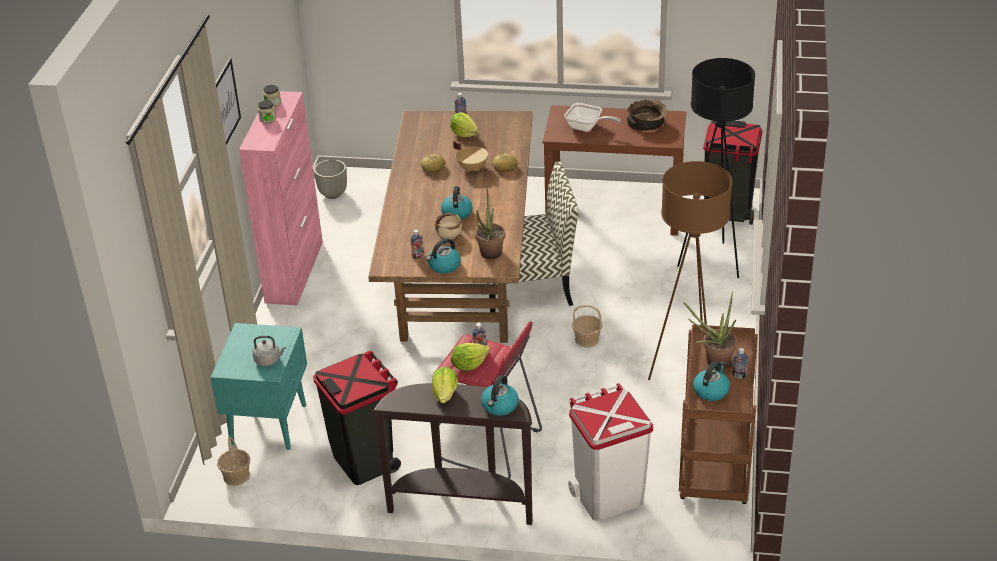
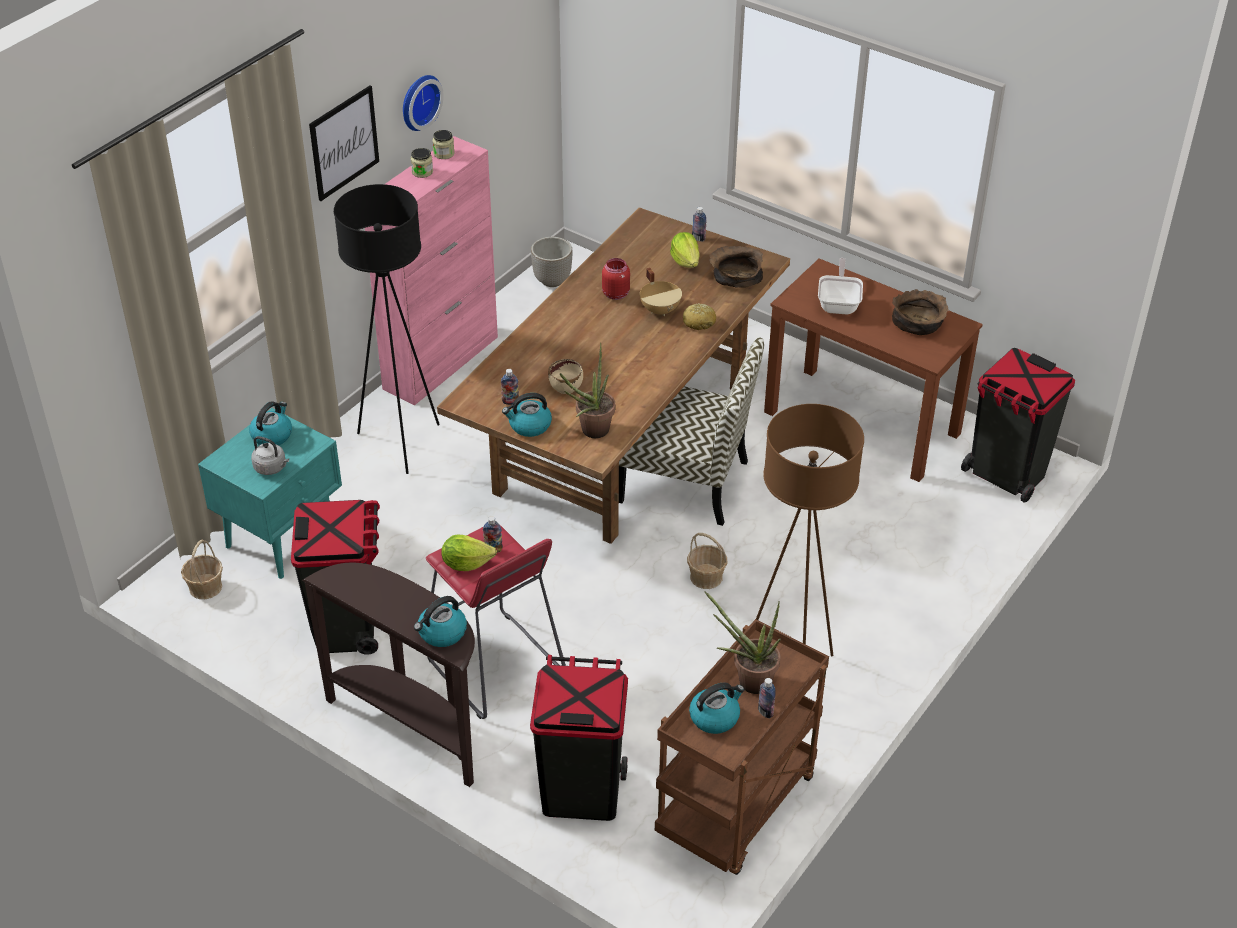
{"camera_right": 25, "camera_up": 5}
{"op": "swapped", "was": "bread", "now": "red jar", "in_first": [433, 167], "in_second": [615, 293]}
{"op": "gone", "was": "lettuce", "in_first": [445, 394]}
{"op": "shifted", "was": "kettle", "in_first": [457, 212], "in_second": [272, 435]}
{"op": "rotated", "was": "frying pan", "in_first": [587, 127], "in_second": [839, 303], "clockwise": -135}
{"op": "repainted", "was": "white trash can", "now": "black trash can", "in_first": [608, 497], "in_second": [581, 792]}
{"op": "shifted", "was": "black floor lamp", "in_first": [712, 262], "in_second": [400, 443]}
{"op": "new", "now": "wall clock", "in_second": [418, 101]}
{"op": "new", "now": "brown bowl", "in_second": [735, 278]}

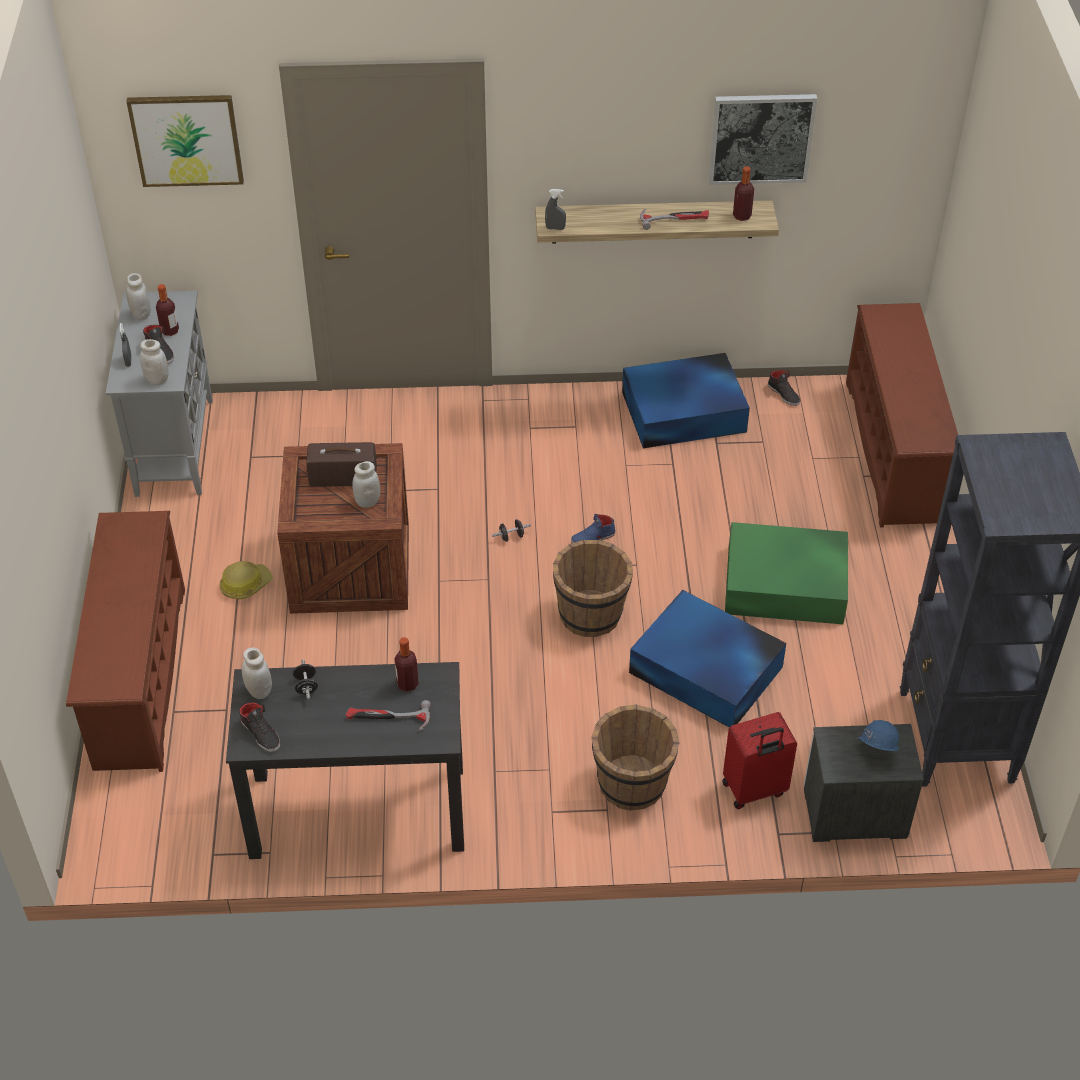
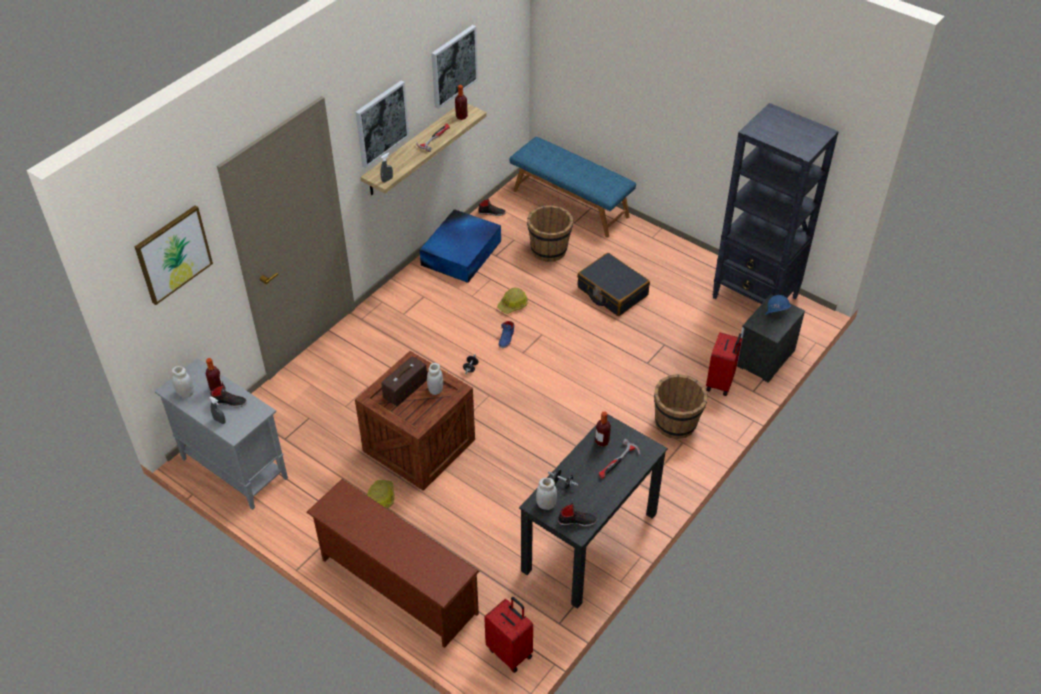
{"camera_right": -50, "camera_up": 0}
{"op": "gone", "was": "white jar", "in_first": [157, 380]}
{"op": "shifted", "was": "brown bucket", "in_first": [591, 614], "in_second": [549, 250]}
{"op": "gone", "was": "blue storage box", "in_first": [707, 671]}
{"op": "swapped", "was": "green storage box", "now": "black suitcase", "in_first": [786, 585], "in_second": [612, 292]}
{"op": "swapped", "was": "brown shoe rack", "now": "blue bench", "in_first": [894, 452], "in_second": [571, 203]}
{"op": "new", "now": "picture", "in_second": [381, 123]}
{"op": "new", "now": "red suitcase", "in_second": [510, 652]}
{"op": "new", "now": "hard hat", "in_second": [513, 305]}

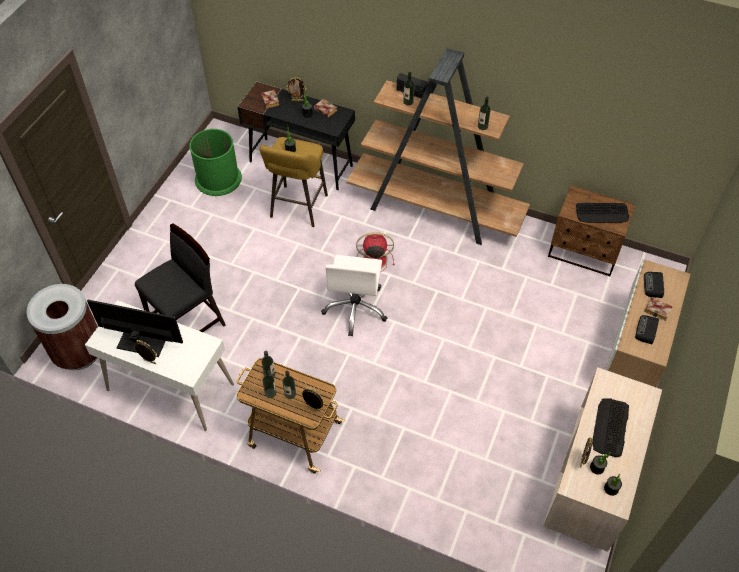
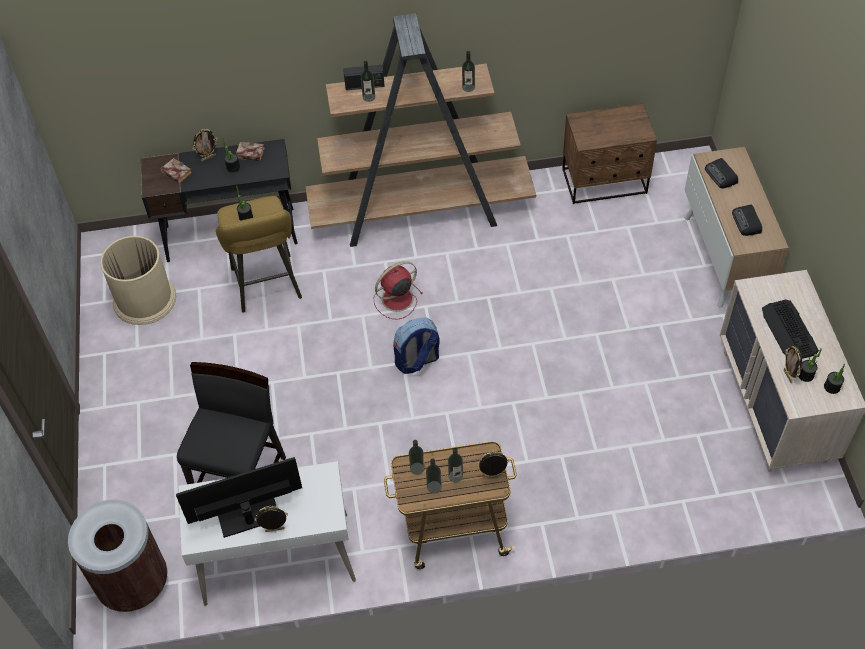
{"camera_right": -30, "camera_up": 0}
{"op": "repainted", "was": "green trash can", "now": "beige trash can", "in_first": [218, 178], "in_second": [144, 299]}
{"op": "swapped", "was": "white office chair", "now": "backpack", "in_first": [355, 308], "in_second": [417, 361]}
{"op": "gone", "was": "keyboard", "in_first": [602, 213]}
{"op": "gone", "was": "book", "in_first": [658, 310]}

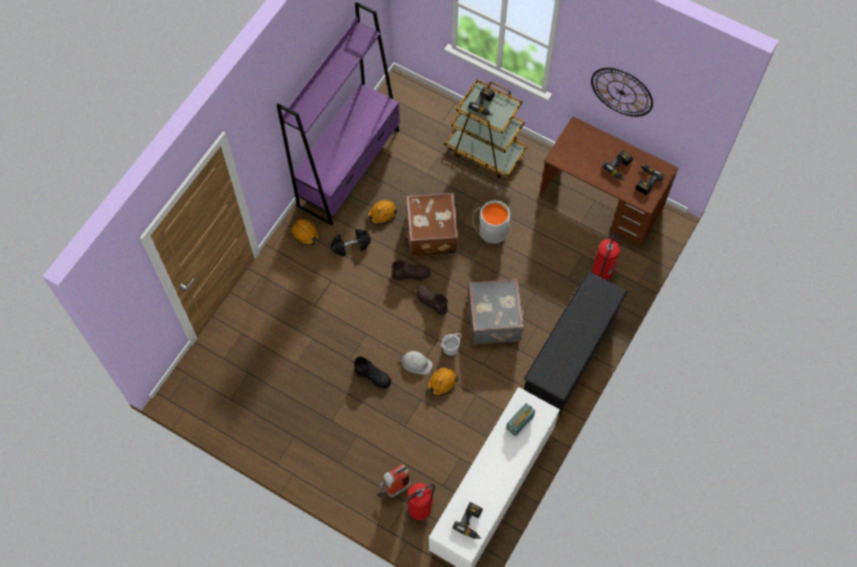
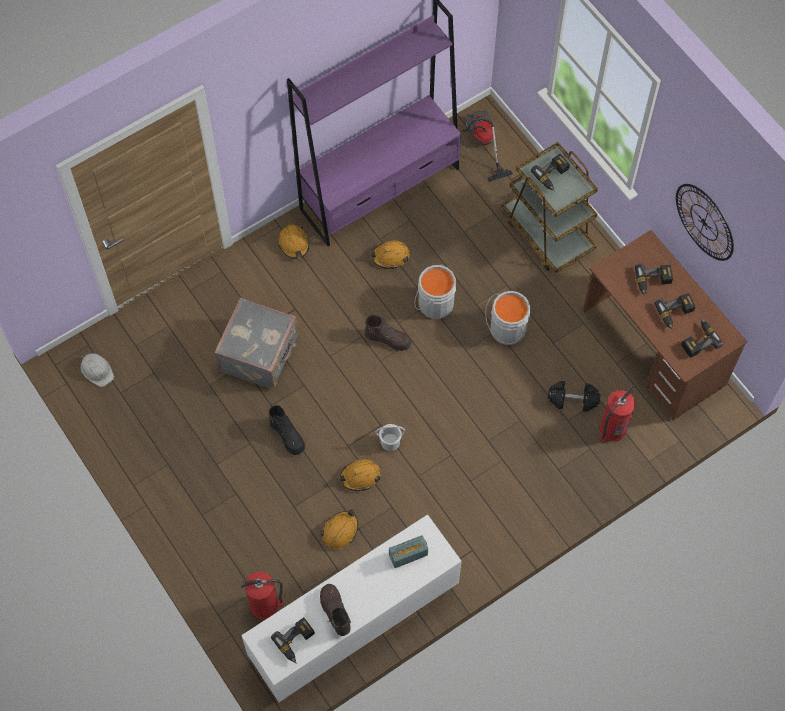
{"camera_right": 25, "camera_up": 0}
{"op": "shifted", "was": "black dumbbell", "in_first": [351, 246], "in_second": [572, 400]}
{"op": "gone", "was": "fire extinguisher", "in_first": [393, 490]}
{"op": "shifted", "was": "white hard hat", "in_first": [416, 363], "in_second": [97, 370]}
{"op": "swapped", "was": "brown suitcase", "now": "grey bucket", "in_first": [430, 234], "in_second": [434, 302]}
{"op": "shifted", "was": "brown boot", "in_first": [431, 302], "in_second": [335, 611]}
{"op": "shifted", "was": "grey suitcase", "in_first": [495, 319], "in_second": [260, 354]}
{"op": "gone", "was": "black shoe rack", "in_first": [570, 357]}
{"op": "new", "now": "orange hard hat", "in_second": [340, 531]}
{"op": "new", "now": "vacuum cleaner", "in_second": [482, 143]}
{"op": "new", "now": "power drill", "in_second": [653, 282]}

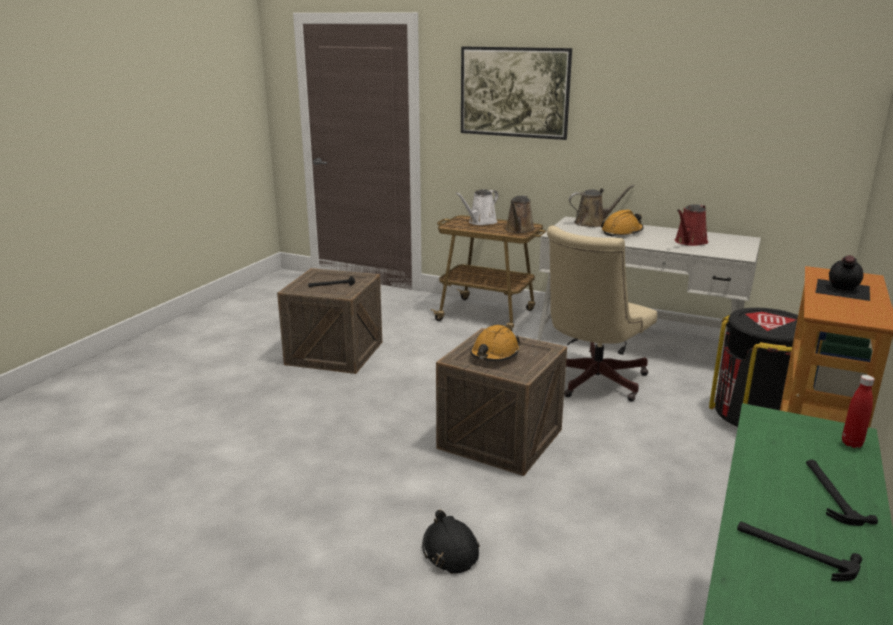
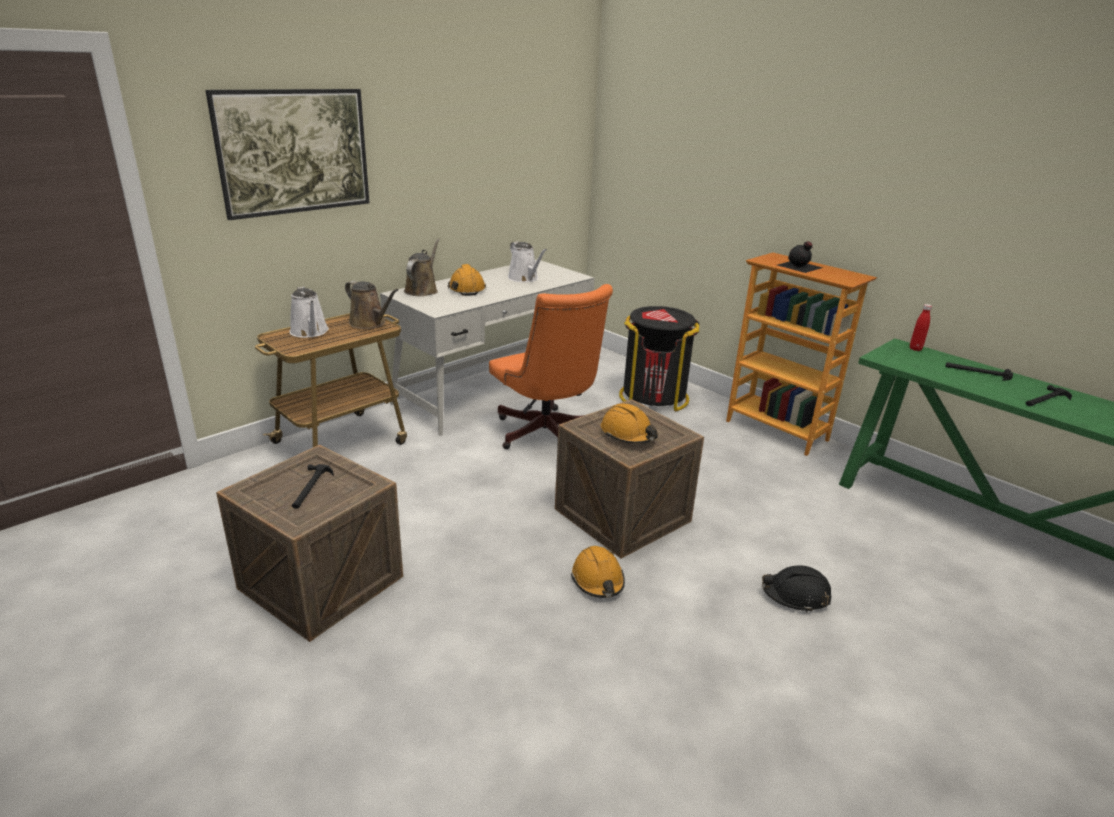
{"camera_right": -70, "camera_up": 5}
{"op": "repainted", "was": "beige office chair", "now": "orange office chair", "in_first": [591, 381], "in_second": [547, 436]}
{"op": "repainted", "was": "red watering can", "now": "white watering can", "in_first": [689, 242], "in_second": [524, 278]}
{"op": "new", "now": "orange hard hat", "in_second": [598, 580]}

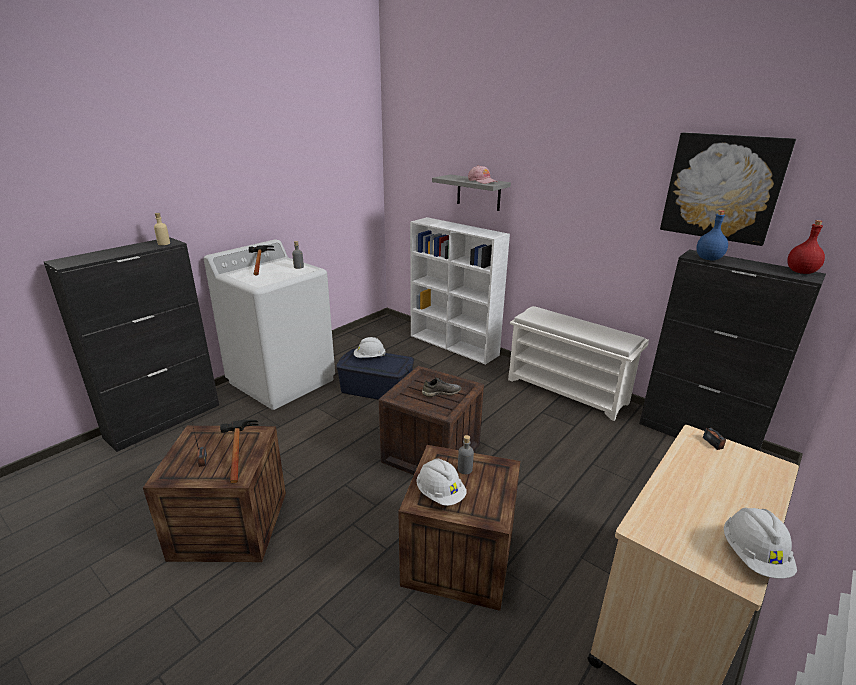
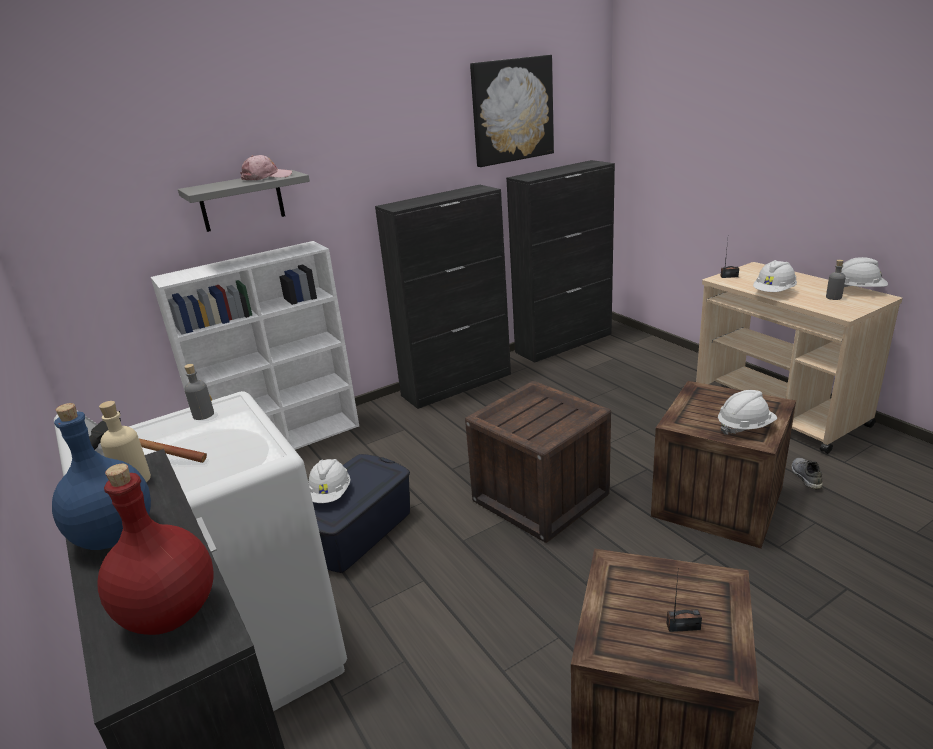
{"camera_right": -70, "camera_up": 0}
{"op": "gone", "was": "hammer", "in_first": [238, 453]}
{"op": "shifted", "was": "grey shoe", "in_first": [441, 393], "in_second": [805, 477]}
{"op": "shifted", "was": "grey bottle", "in_first": [465, 469], "in_second": [833, 297]}
{"op": "swapped", "was": "white shoe rack", "now": "black cabinet", "in_first": [568, 391], "in_second": [457, 384]}
{"op": "shifted", "was": "blue bottle", "in_first": [708, 259], "in_second": [115, 536]}
{"op": "shifted", "was": "red bottle", "in_first": [801, 272], "in_second": [169, 612]}
{"op": "new", "now": "white hard hat", "in_second": [774, 292]}

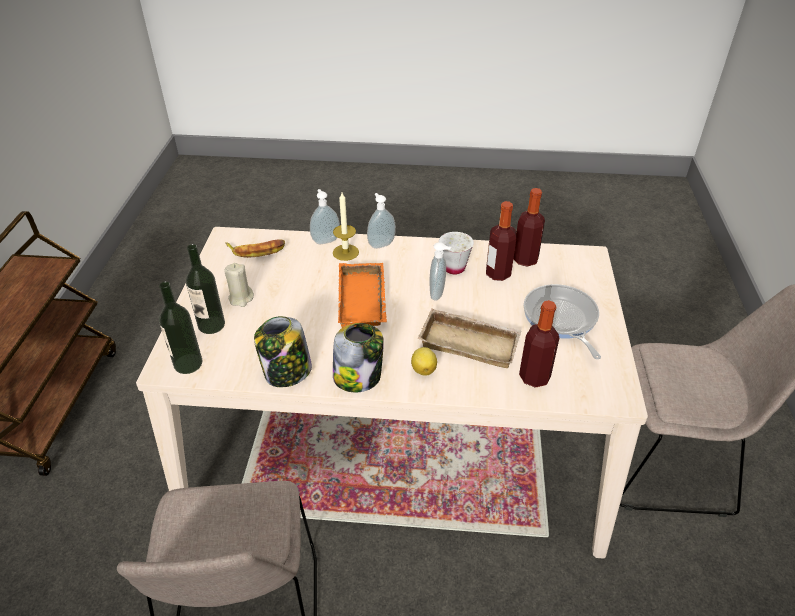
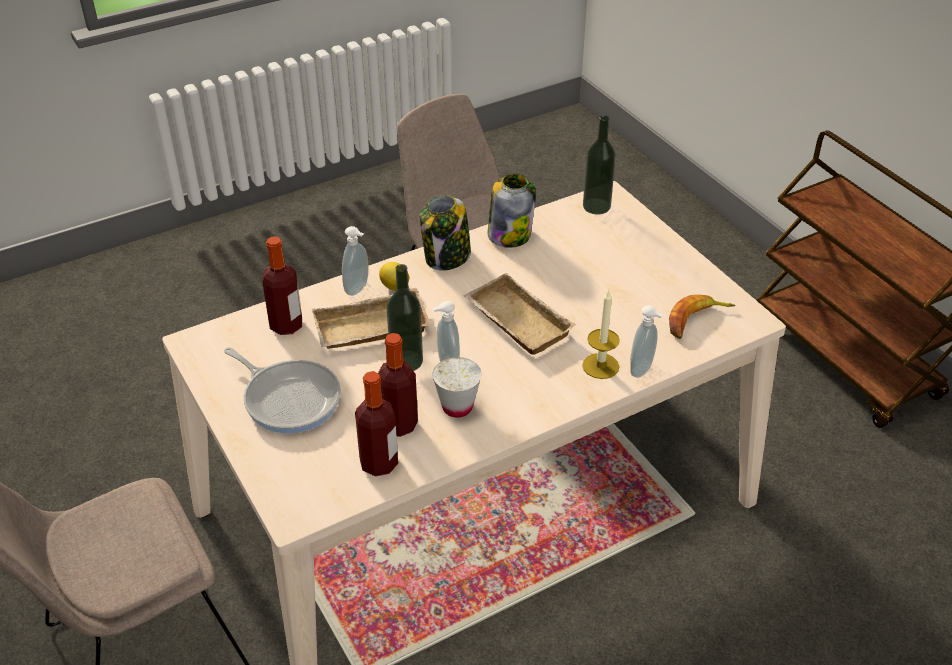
{"camera_right": 145, "camera_up": 0}
{"op": "shifted", "was": "bottle", "in_first": [211, 325], "in_second": [406, 361]}
{"op": "gone", "was": "beige candle", "in_first": [241, 298]}
{"op": "repainted", "was": "orange tray", "now": "beige tray", "in_first": [364, 301], "in_second": [515, 321]}
{"op": "shifted", "was": "soap dispenser", "in_first": [380, 244], "in_second": [358, 289]}

